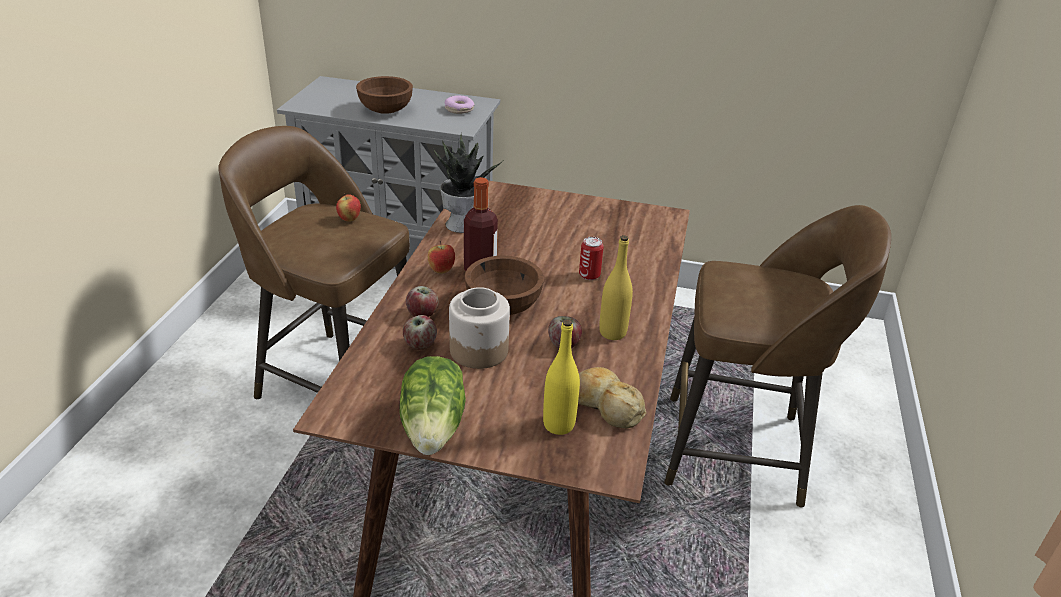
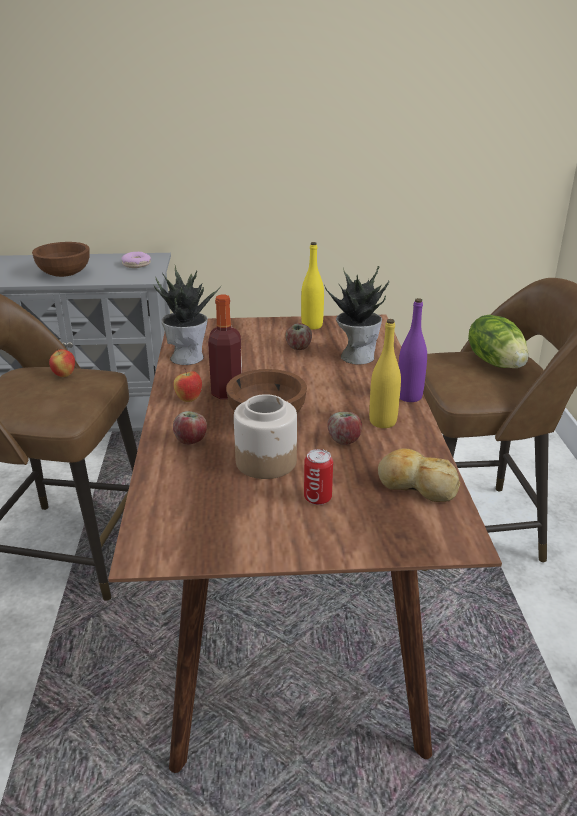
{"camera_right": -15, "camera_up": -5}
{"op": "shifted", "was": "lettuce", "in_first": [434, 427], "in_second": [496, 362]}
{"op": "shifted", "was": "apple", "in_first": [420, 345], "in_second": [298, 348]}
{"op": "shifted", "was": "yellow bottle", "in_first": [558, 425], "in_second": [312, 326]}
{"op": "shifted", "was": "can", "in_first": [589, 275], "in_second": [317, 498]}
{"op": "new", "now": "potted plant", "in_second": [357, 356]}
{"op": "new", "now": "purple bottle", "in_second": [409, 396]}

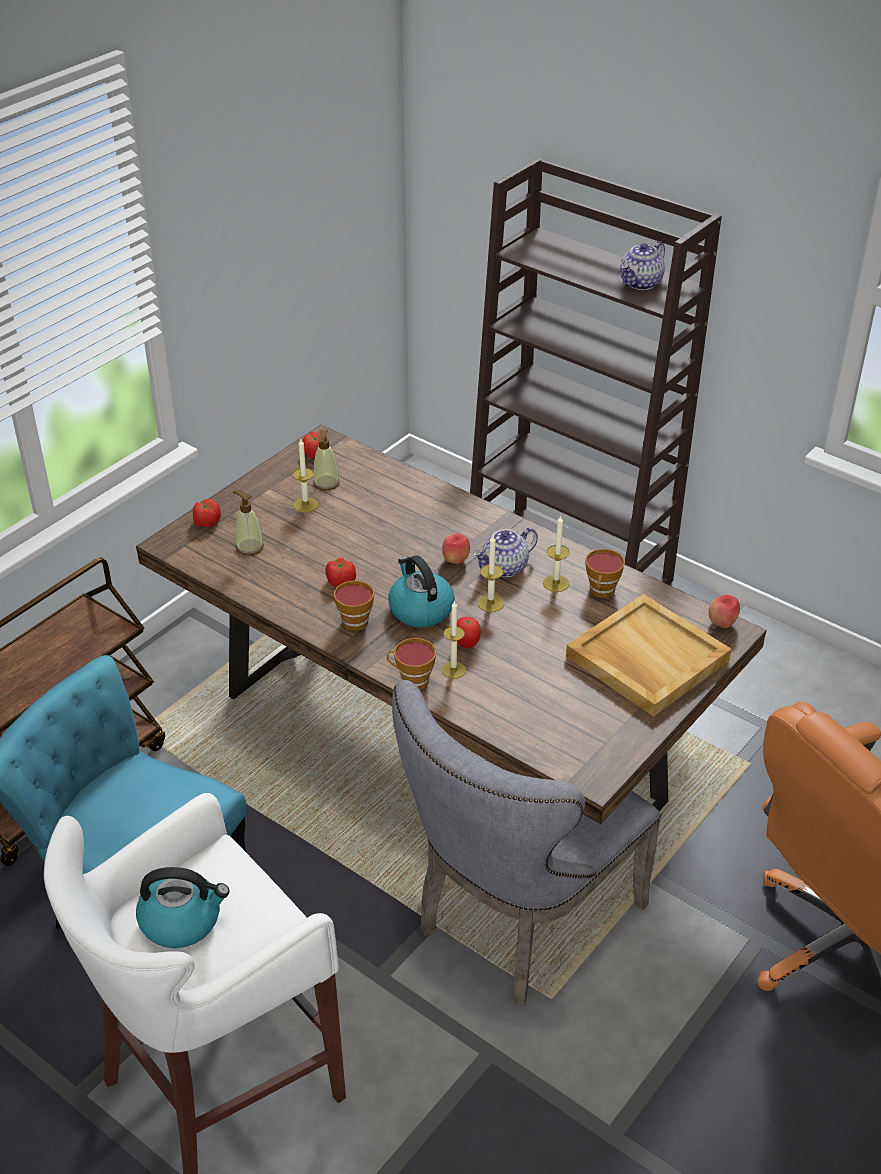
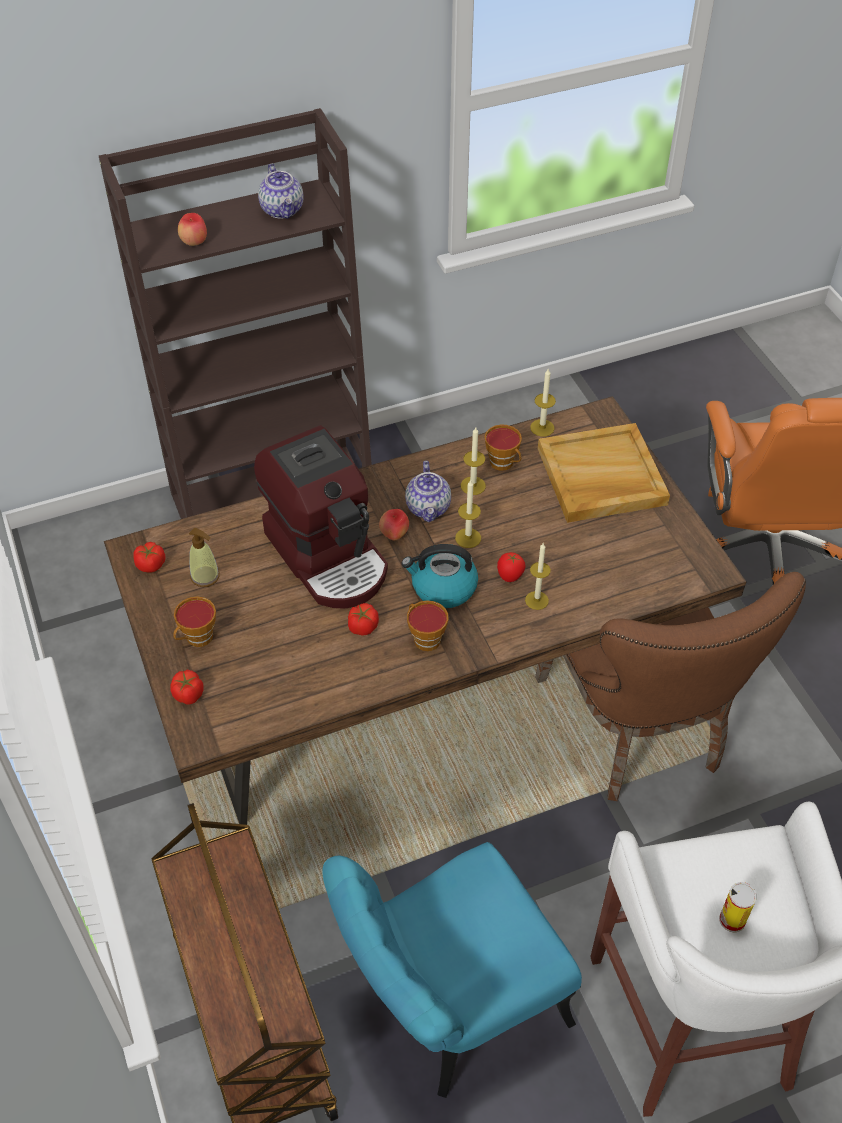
{"camera_right": -60, "camera_up": 10}
{"op": "swapped", "was": "kettle", "now": "can", "in_first": [182, 920], "in_second": [732, 920]}
{"op": "gone", "was": "soap dispenser", "in_first": [249, 547]}
{"op": "shifted", "was": "candle", "in_first": [305, 505], "in_second": [542, 428]}
{"op": "shifted", "was": "cup", "in_first": [411, 681], "in_second": [197, 638]}
{"op": "repainted", "was": "grey chair", "now": "brown chair", "in_first": [518, 922], "in_second": [638, 731]}
{"op": "shifted", "was": "apple", "in_first": [722, 624], "in_second": [194, 243]}
{"op": "new", "now": "coffee machine", "in_second": [329, 555]}

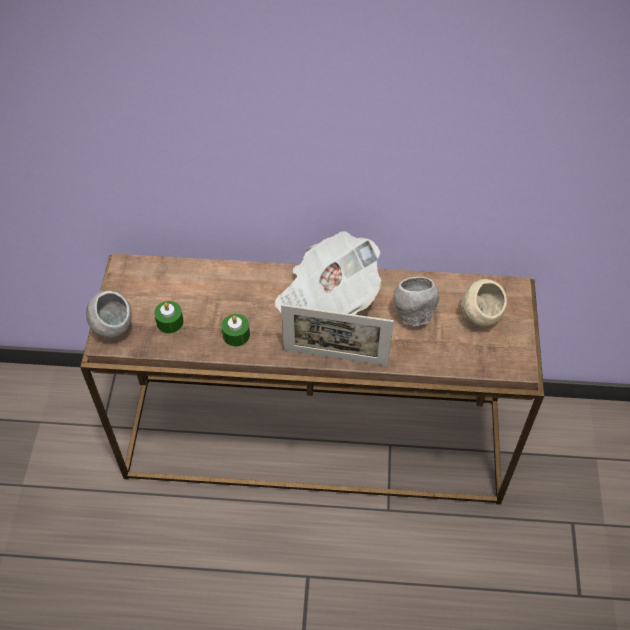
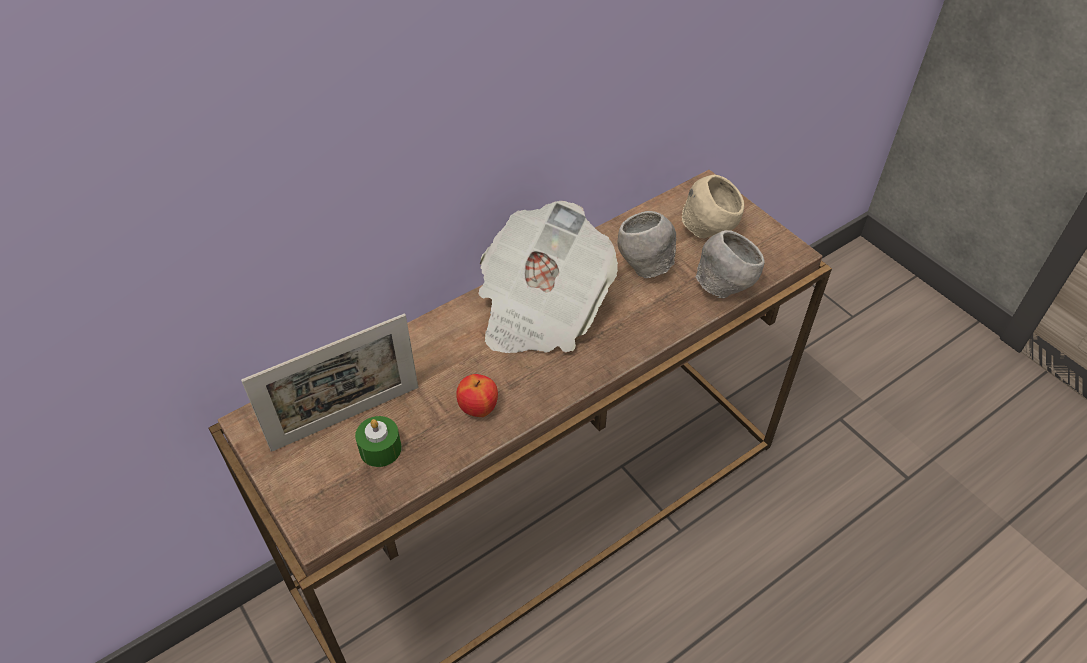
{"camera_right": -40, "camera_up": -5}
{"op": "shifted", "was": "grey bowl", "in_first": [113, 330], "in_second": [723, 288]}
{"op": "swapped", "was": "green candle", "now": "apple", "in_first": [236, 335], "in_second": [478, 409]}
{"op": "shifted", "was": "picture frame", "in_first": [335, 357], "in_second": [346, 418]}

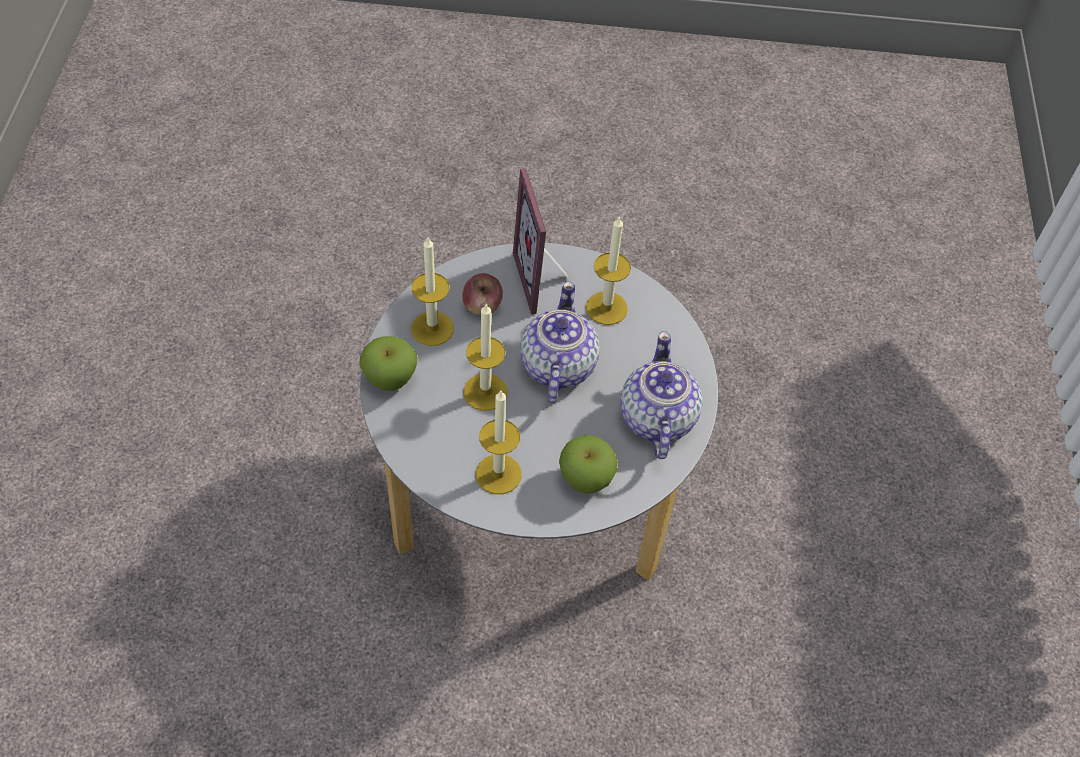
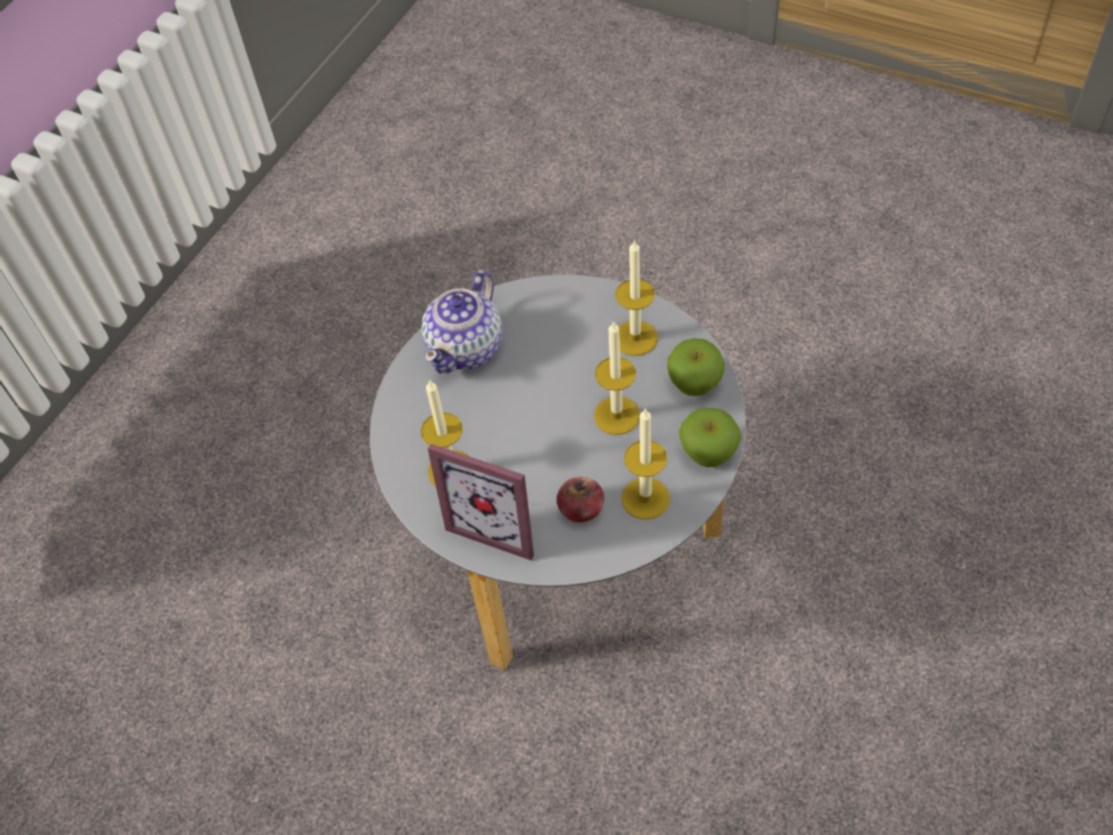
{"camera_right": -150, "camera_up": 0}
{"op": "rotated", "was": "picture frame", "in_first": [544, 279], "in_second": [499, 522], "clockwise": 105}
{"op": "gone", "was": "teapot", "in_first": [557, 367]}
{"op": "shifted", "was": "apple", "in_first": [586, 480], "in_second": [694, 385]}

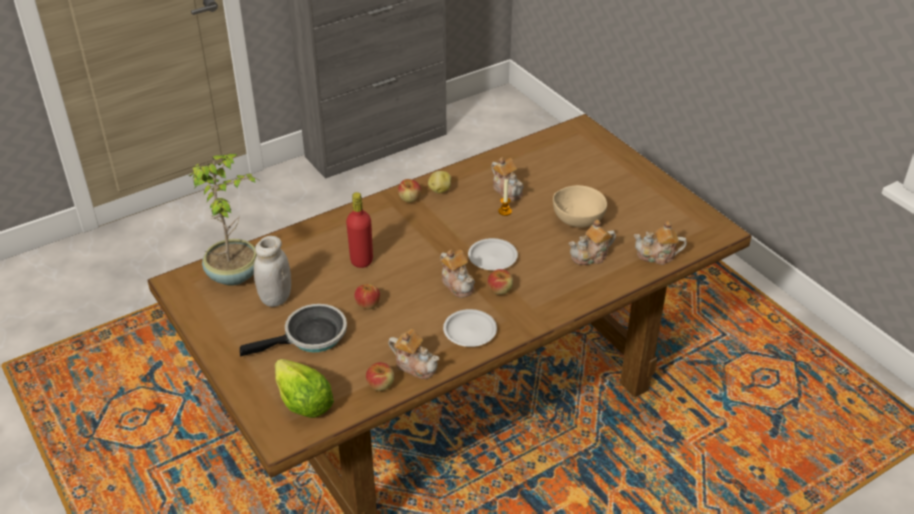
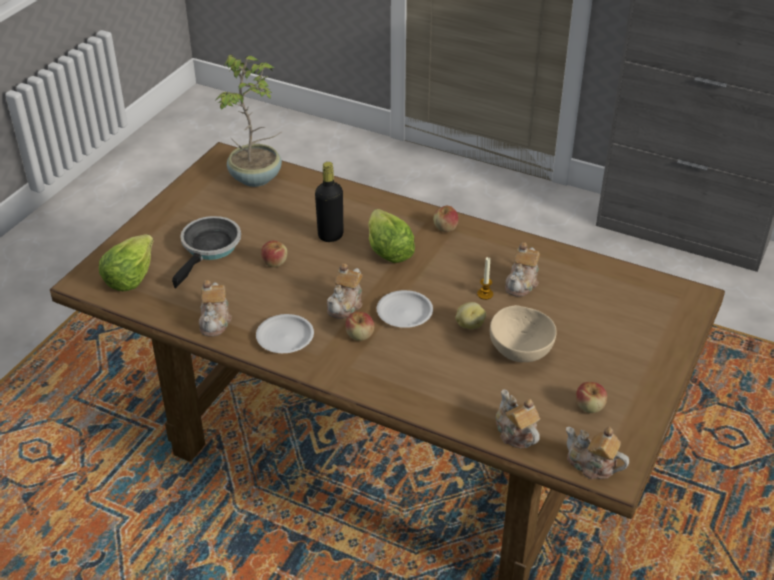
{"camera_right": 60, "camera_up": 0}
{"op": "rotated", "was": "frying pan", "in_first": [311, 337], "in_second": [209, 248], "clockwise": -105}
{"op": "gone", "was": "white jar", "in_first": [275, 298]}
{"op": "repainted", "was": "red bottle", "now": "black bottle", "in_first": [361, 260], "in_second": [330, 235]}
{"op": "shifted", "was": "apple", "in_first": [381, 385], "in_second": [590, 406]}
{"op": "shifted", "was": "potato", "in_first": [439, 190], "in_second": [469, 324]}
{"op": "shifted", "was": "teapot", "in_first": [591, 256], "in_second": [592, 465]}
{"op": "new", "now": "lettuce", "in_second": [388, 250]}

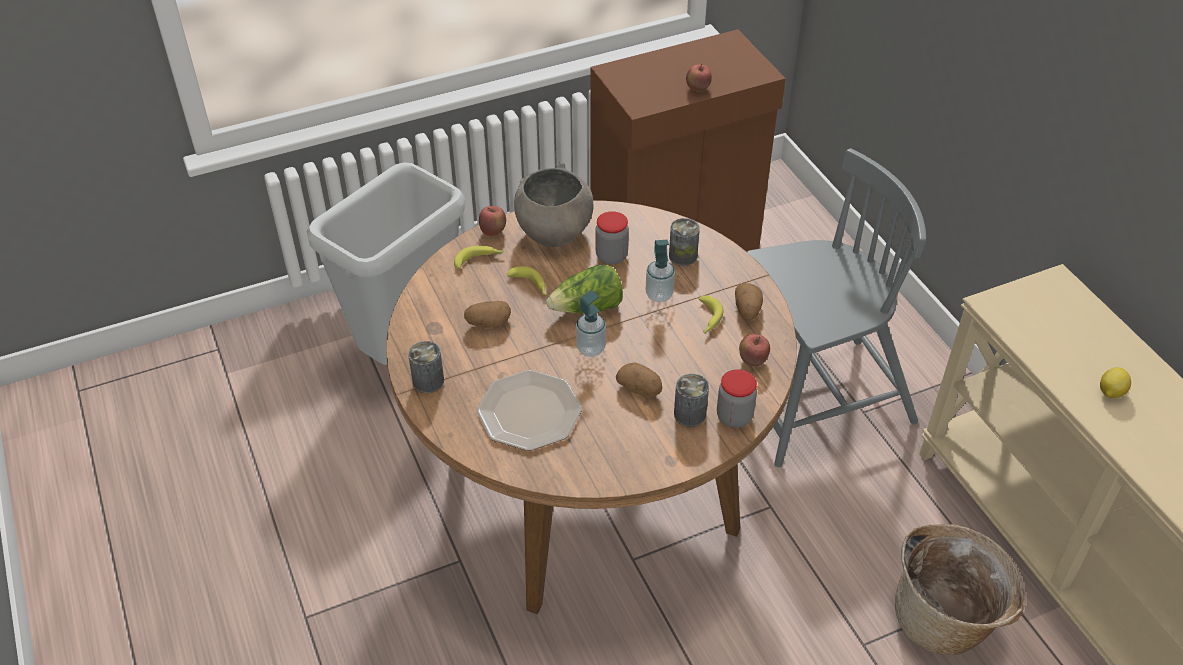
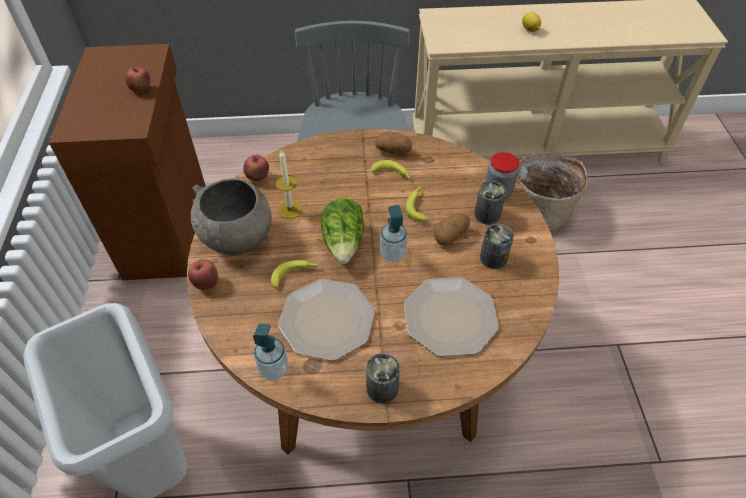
{"camera_right": -70, "camera_up": 5}
{"op": "shifted", "was": "banana", "in_first": [479, 260], "in_second": [418, 206]}
{"op": "swapped", "was": "potato", "now": "plate", "in_first": [488, 323], "in_second": [328, 319]}
{"op": "swapped", "was": "jar", "now": "candle", "in_first": [611, 256], "in_second": [290, 209]}
{"op": "shifted", "was": "soap dispenser", "in_first": [659, 295], "in_second": [274, 369]}
{"op": "shifted", "was": "can", "in_first": [683, 256], "in_second": [493, 258]}
{"op": "shifted", "was": "apple", "in_first": [752, 361], "in_second": [258, 177]}

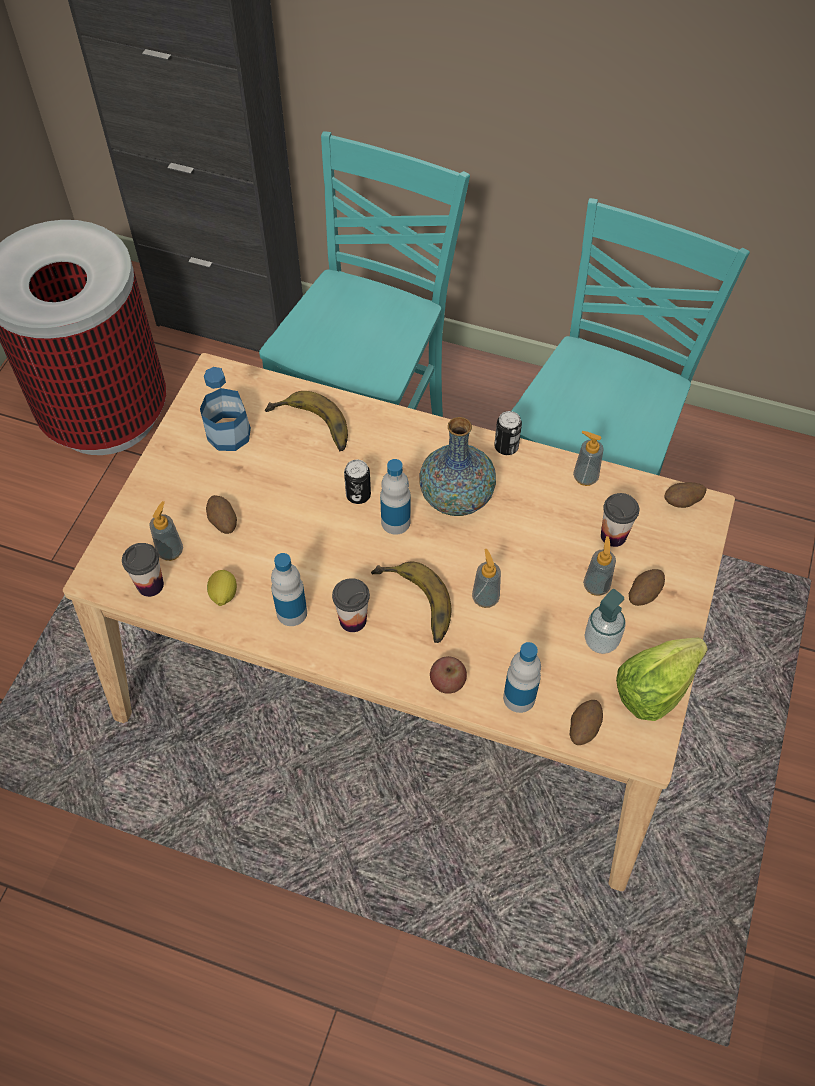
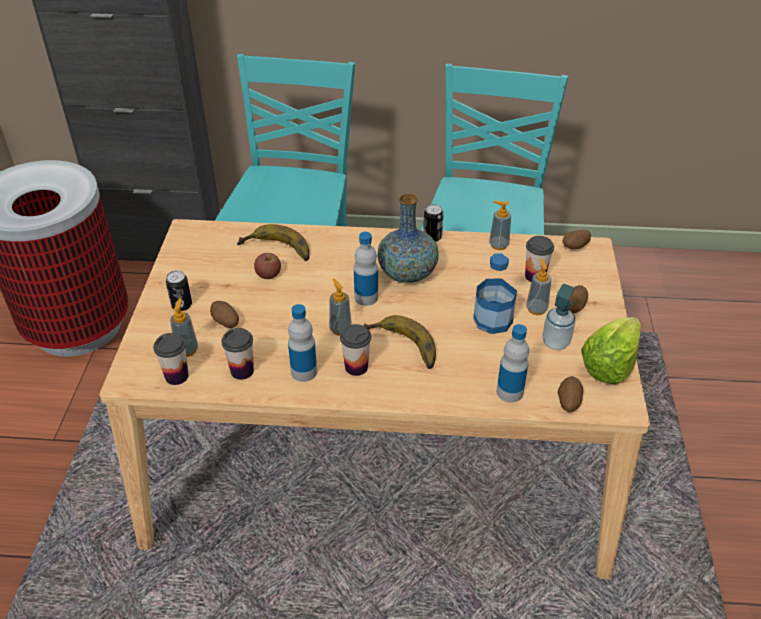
{"camera_right": -15, "camera_up": -15}
{"op": "shifted", "was": "bottle", "in_first": [229, 434], "in_second": [492, 320]}
{"op": "swapped", "was": "lemon", "now": "cup", "in_first": [223, 595], "in_second": [242, 371]}
{"op": "shifted", "was": "can", "in_first": [358, 495], "in_second": [181, 305]}
{"op": "shifted", "was": "apple", "in_first": [447, 681], "in_second": [268, 274]}
{"op": "shifted", "was": "soap dispenser", "in_first": [485, 598], "in_second": [340, 329]}

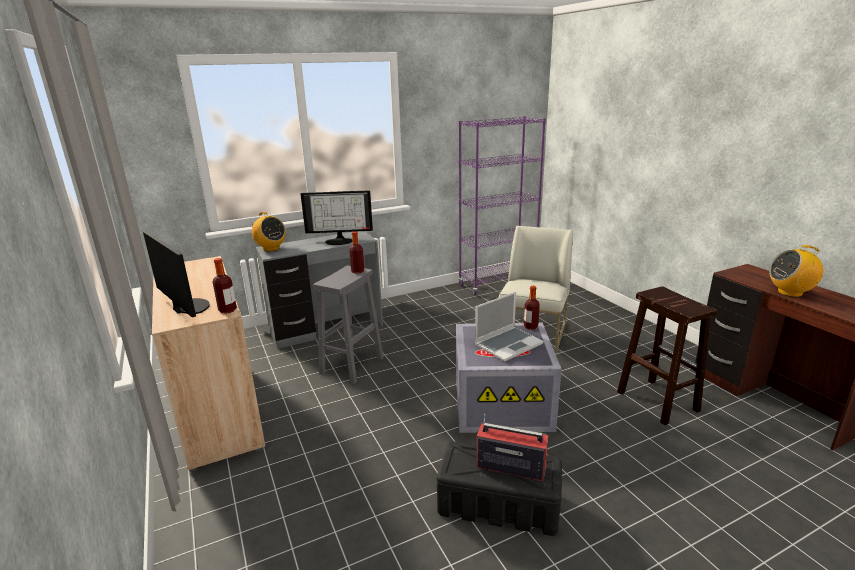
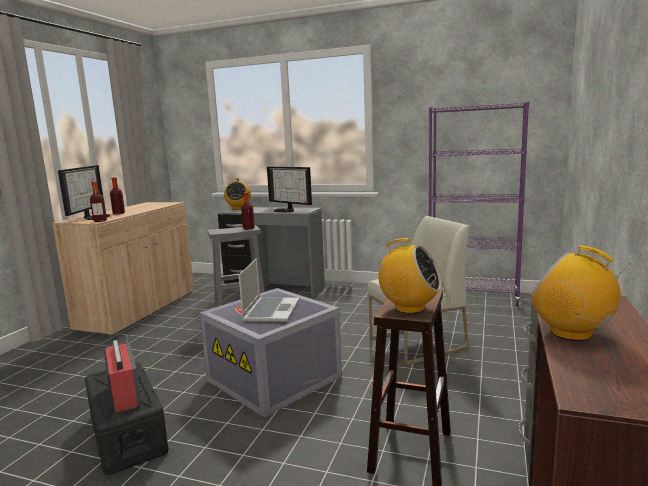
{"camera_right": 45, "camera_up": -10}
{"op": "rotated", "was": "laptop", "in_first": [508, 344], "in_second": [271, 311], "clockwise": -90}
{"op": "shifted", "was": "bottle", "in_first": [530, 327], "in_second": [119, 213]}
{"op": "new", "now": "radio", "in_second": [409, 308]}

